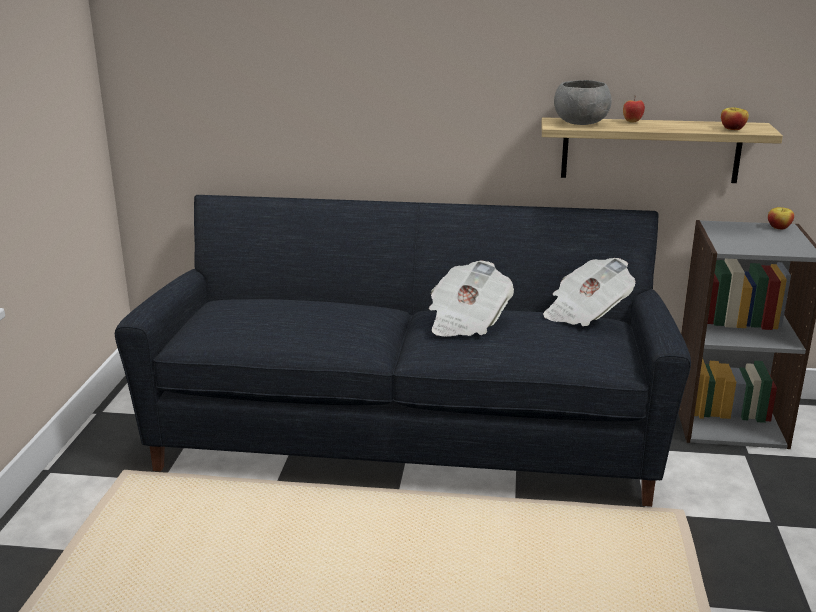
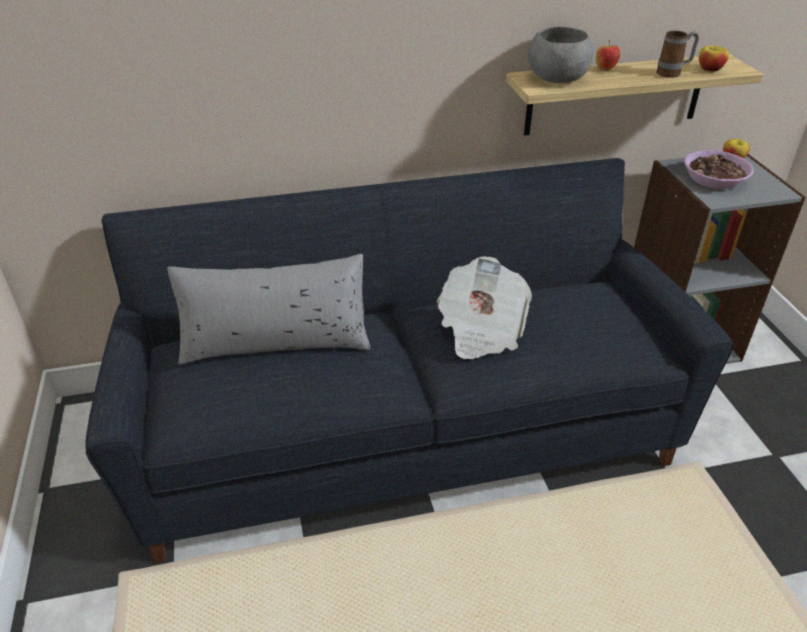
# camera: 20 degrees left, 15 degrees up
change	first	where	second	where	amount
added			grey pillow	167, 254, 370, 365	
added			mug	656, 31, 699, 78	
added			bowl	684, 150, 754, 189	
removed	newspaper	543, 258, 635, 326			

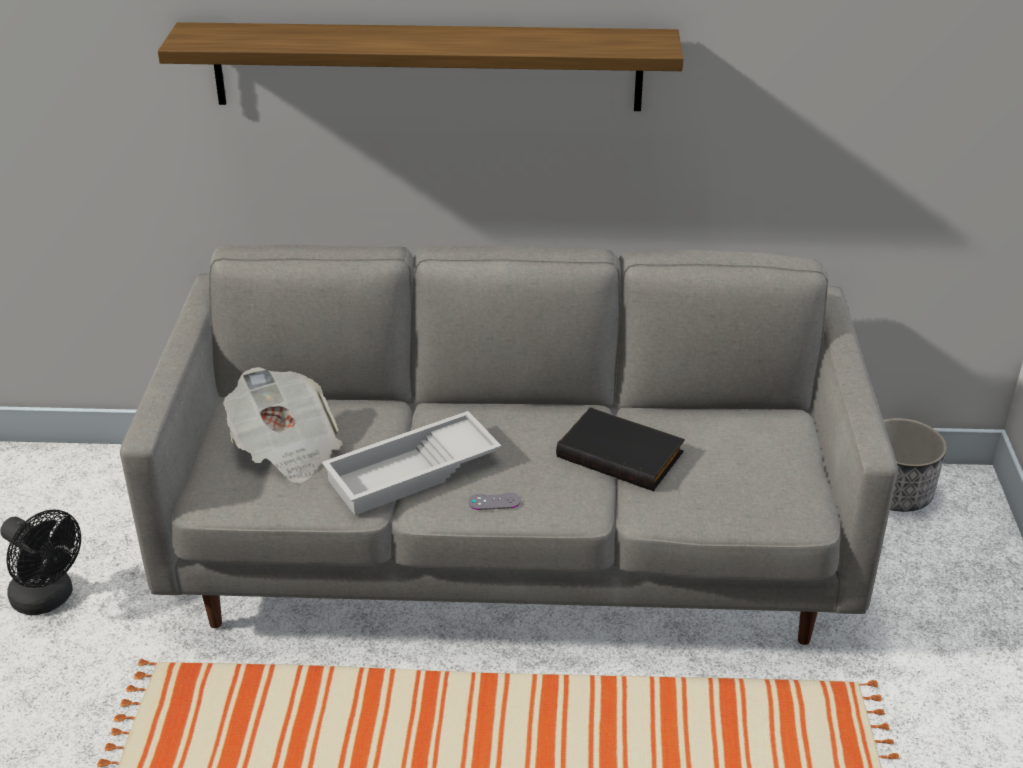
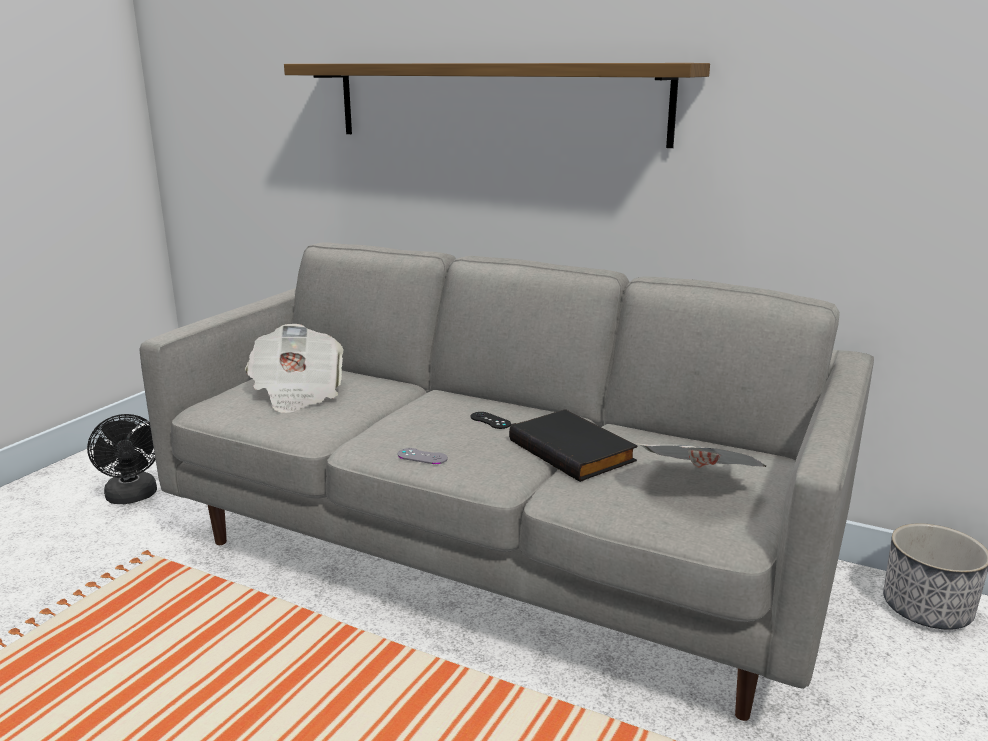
# camera: 25 degrees right, 15 degrees down
change	first	where	second	where	amount
added			black game controller	471, 412, 511, 429	
added			newspaper	635, 443, 766, 468	
removed	white tray	322, 411, 502, 515			

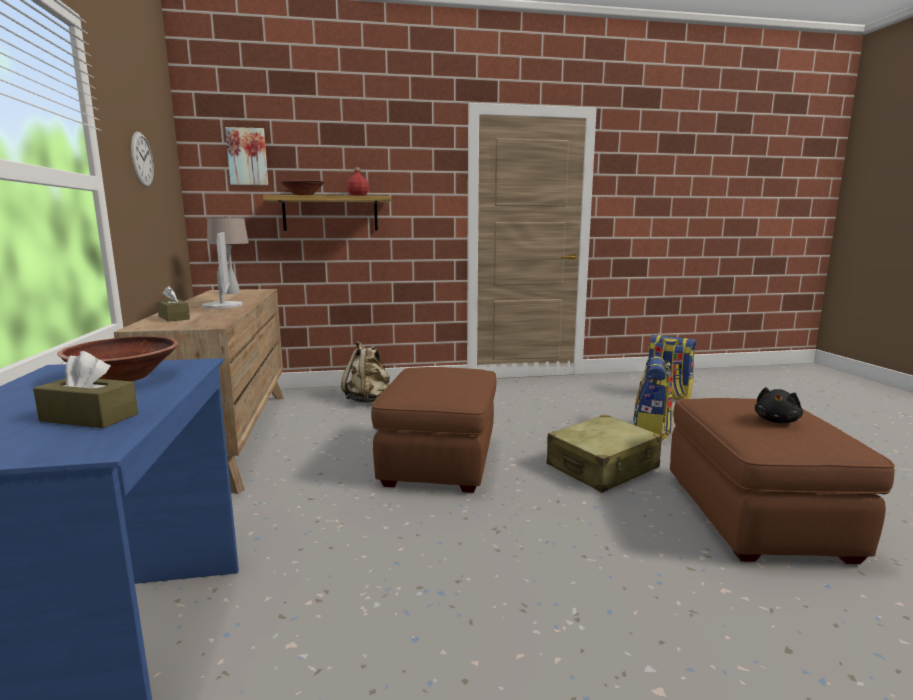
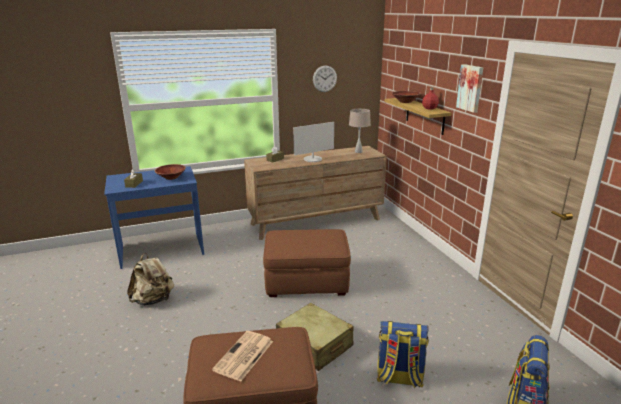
# camera: 80 degrees right, 10 degrees up
change	first	where	second	where	amount
moved	beige backpack	341, 341, 390, 403		127, 253, 174, 305	
replaced	black plush toy	755, 387, 803, 423	newspaper	212, 331, 273, 382	
moved	picture	225, 127, 268, 185		456, 64, 483, 113	

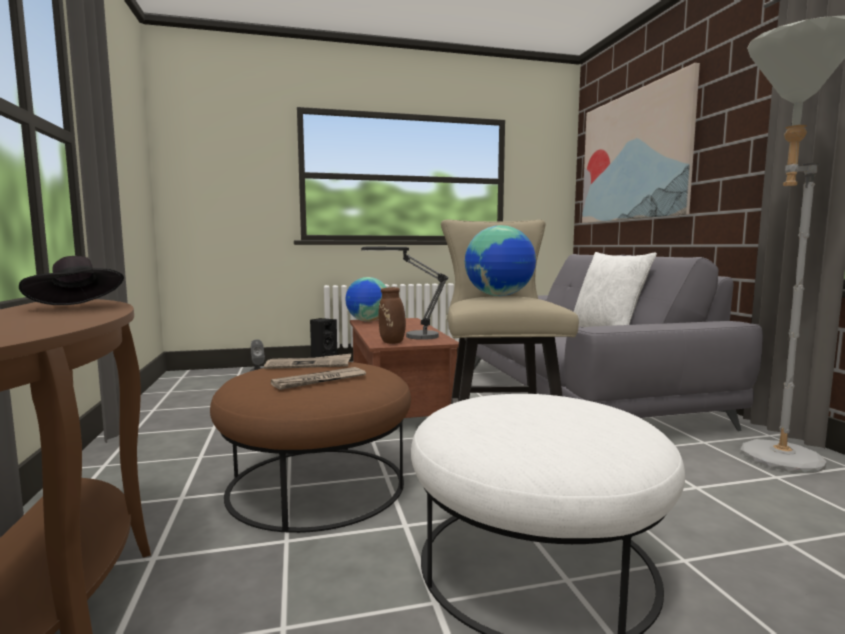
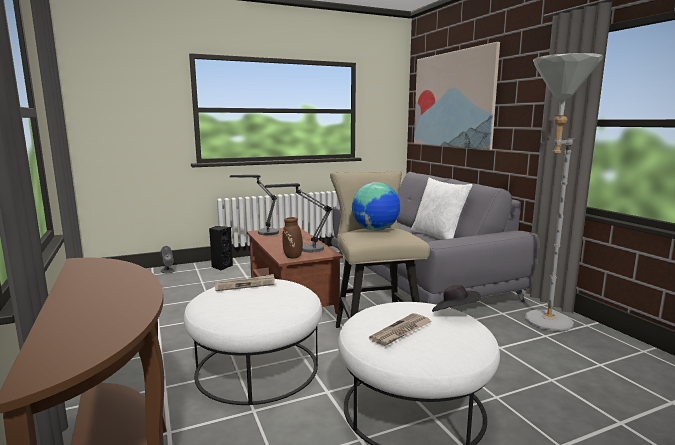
# camera: 10 degrees left, 5 degrees up
change	first	where	second	where	amount
recoloured	brown ottoman	210, 362, 411, 533	white ottoman	184, 279, 322, 405	
replaced	globe	345, 277, 387, 322	table lamp	230, 175, 279, 235	
moved	newspaper	271, 367, 366, 390		369, 313, 432, 346	
moved	black hat	19, 256, 124, 305		432, 285, 481, 312	

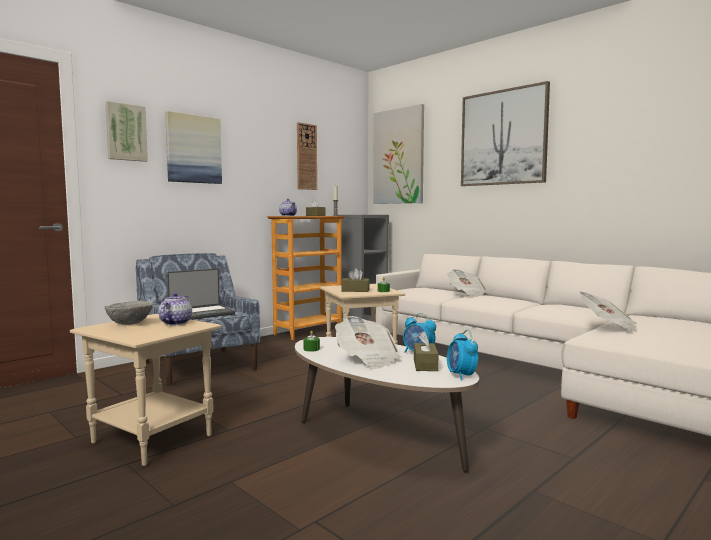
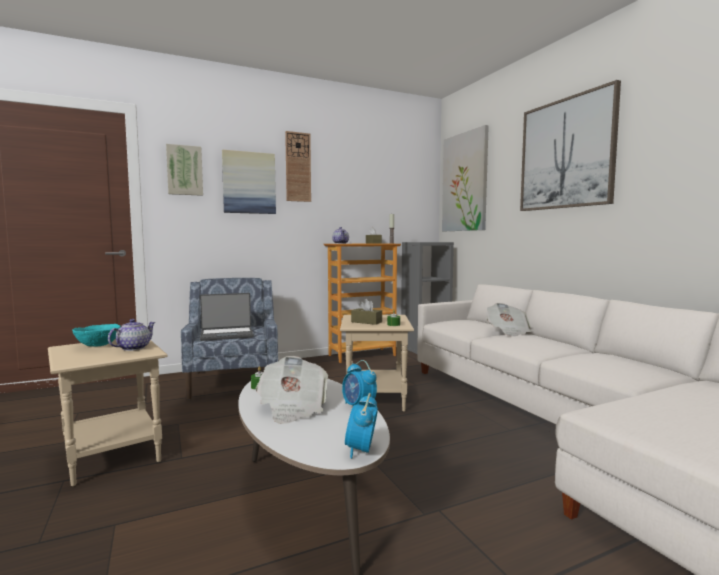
# camera: 20 degrees right, 0 degrees up
change	first	where	second	where	amount
recoloured	grey bowl	104, 301, 153, 325	turquoise bowl	72, 324, 121, 347	
moved	wall clock	297, 122, 317, 190		285, 131, 311, 202	
removed	brown tissue box	414, 332, 438, 371			
removed	newspaper	580, 291, 637, 332			

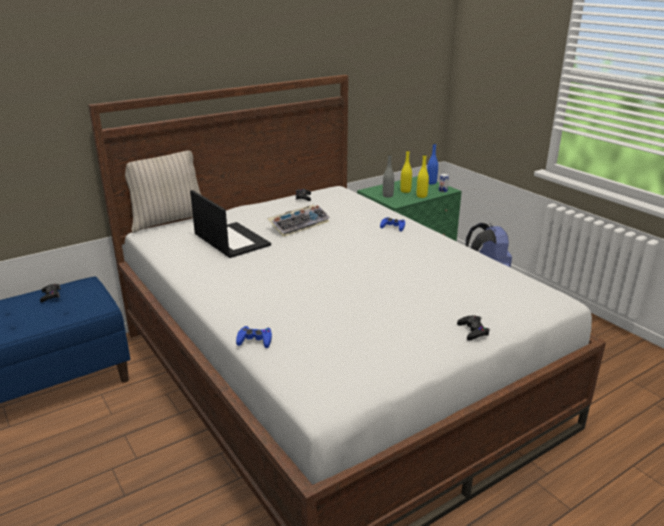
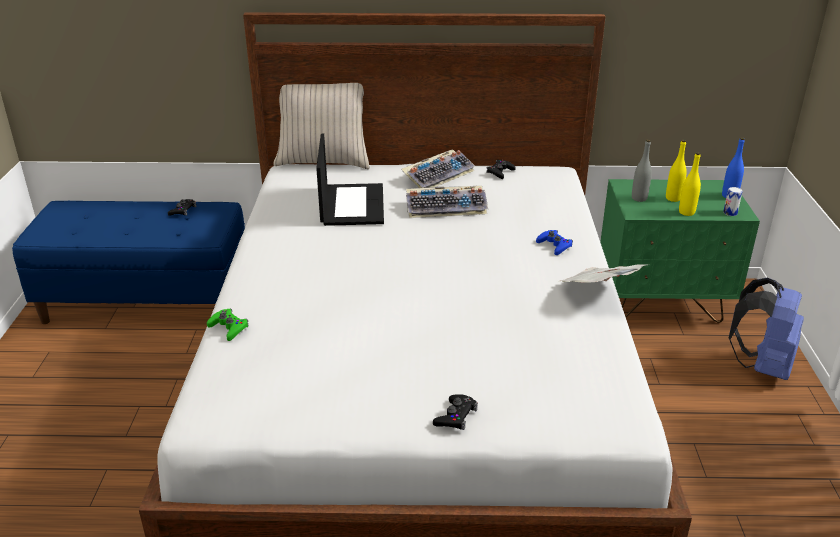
# camera: 35 degrees right, 5 degrees up
change	first	where	second	where	amount
recoloured	blue game controller	236, 326, 272, 348	green game controller	207, 308, 249, 341	
added			keyboard	401, 149, 475, 188	
added			newspaper	560, 264, 650, 283	

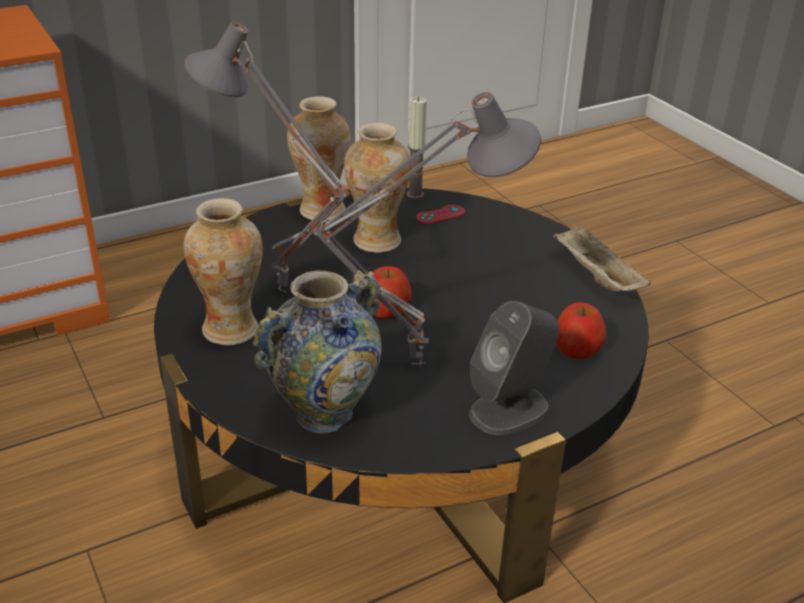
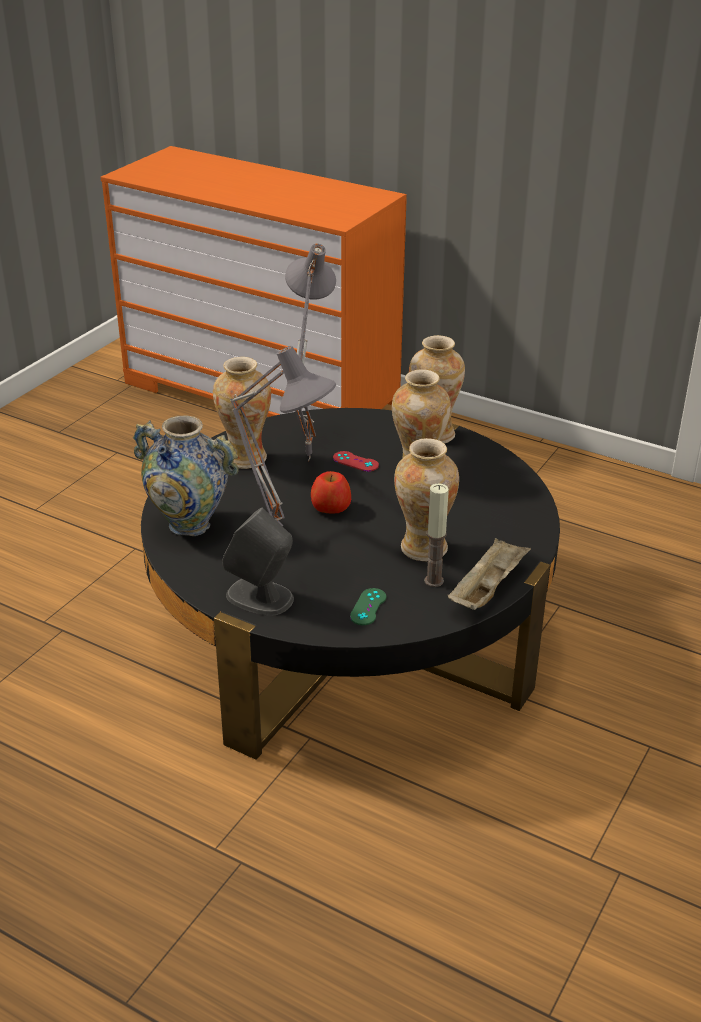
# camera: 60 degrees right, 0 degrees up
change	first	where	second	where	amount
moved	red game controller	416, 205, 465, 224		333, 451, 379, 472	
replaced	apple	556, 302, 607, 359	green game controller	350, 588, 386, 625	
added			vase	394, 438, 459, 561	
moved	candle	407, 97, 427, 199		425, 484, 449, 587	

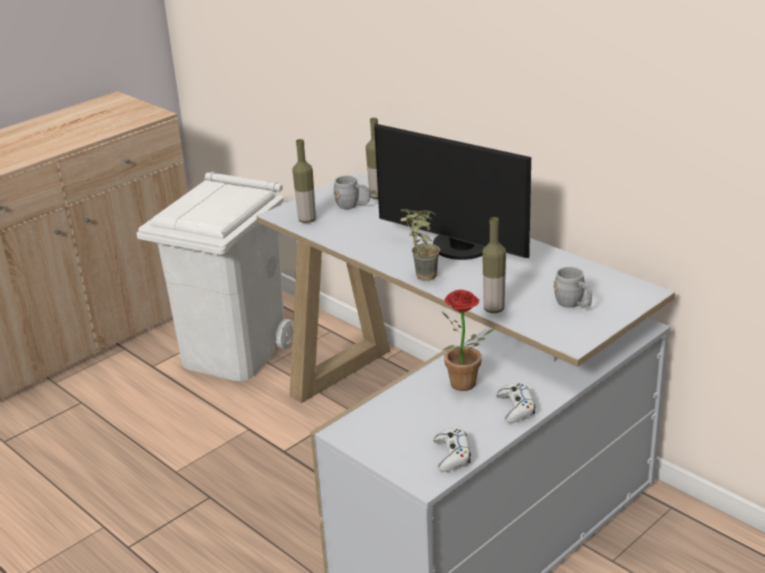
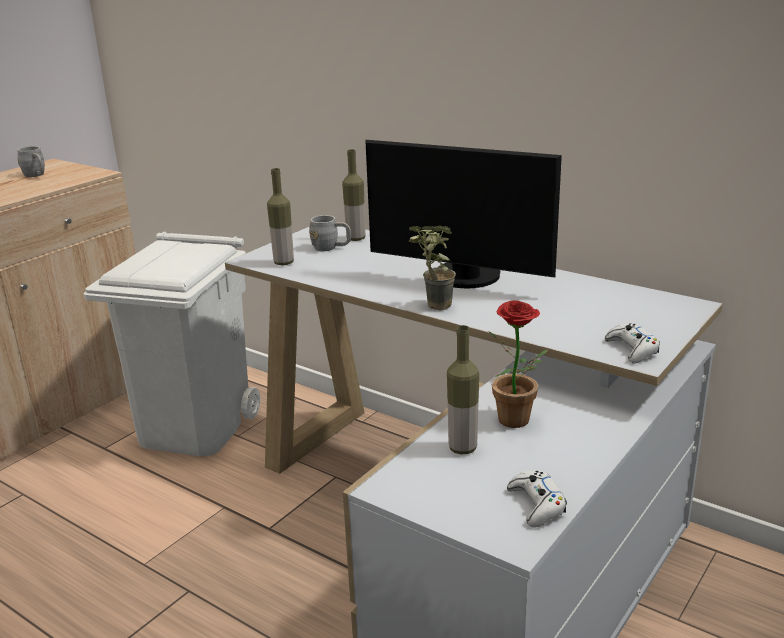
# camera: 10 degrees left, 5 degrees down
change	first	where	second	where	amount
moved	grey mug	554, 267, 592, 308		17, 146, 45, 177	
moved	bottle	482, 217, 506, 313		447, 325, 479, 455	
moved	white game controller	497, 383, 535, 423		605, 323, 660, 364	

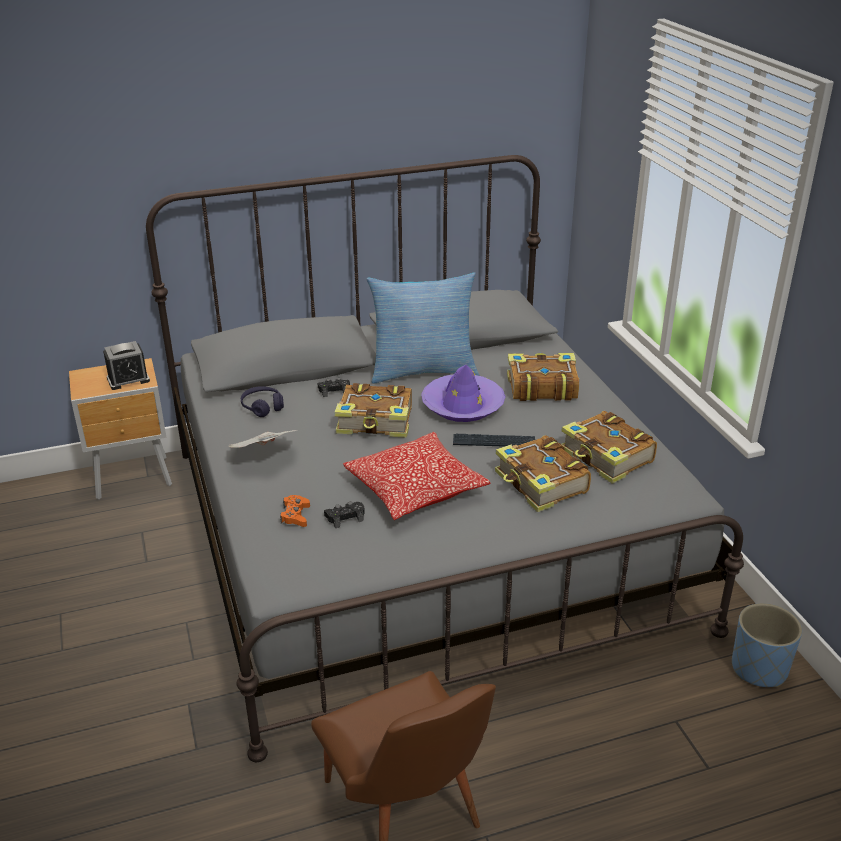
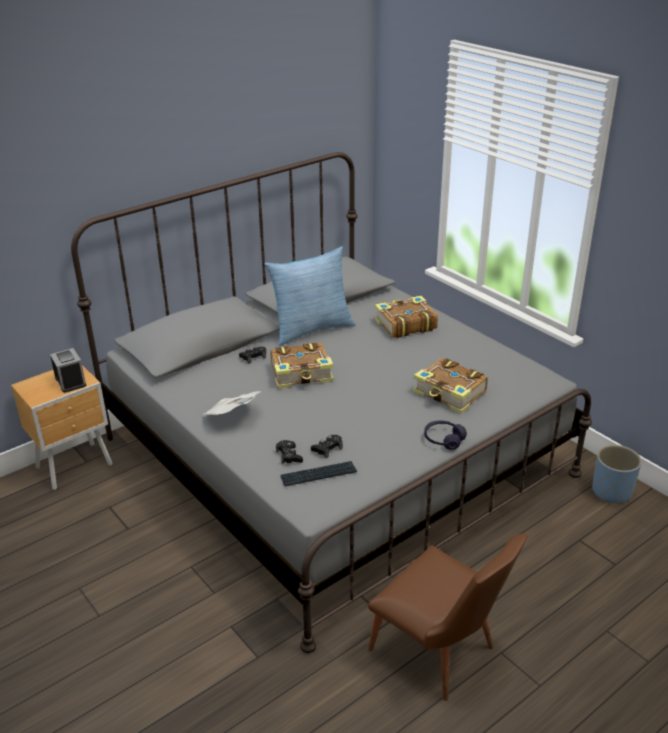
# camera: 20 degrees left, 0 degrees up
change	first	where	second	where	amount
turned	alarm clock	103, 341, 150, 390		50, 348, 86, 393	75 degrees counterclockwise
recoloured	orange game controller	280, 495, 310, 527	black game controller	276, 440, 303, 464	
moved	keyboard	453, 434, 535, 447		280, 461, 357, 486	
moved	purple headphones	241, 386, 284, 417		424, 420, 467, 450	
removed	pillow	343, 432, 491, 520			
removed	purple hat	421, 365, 506, 422			
removed	book	561, 411, 657, 484			

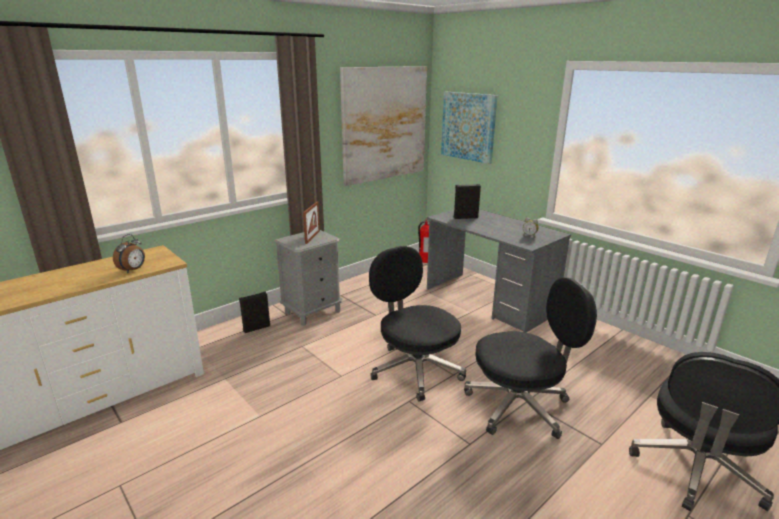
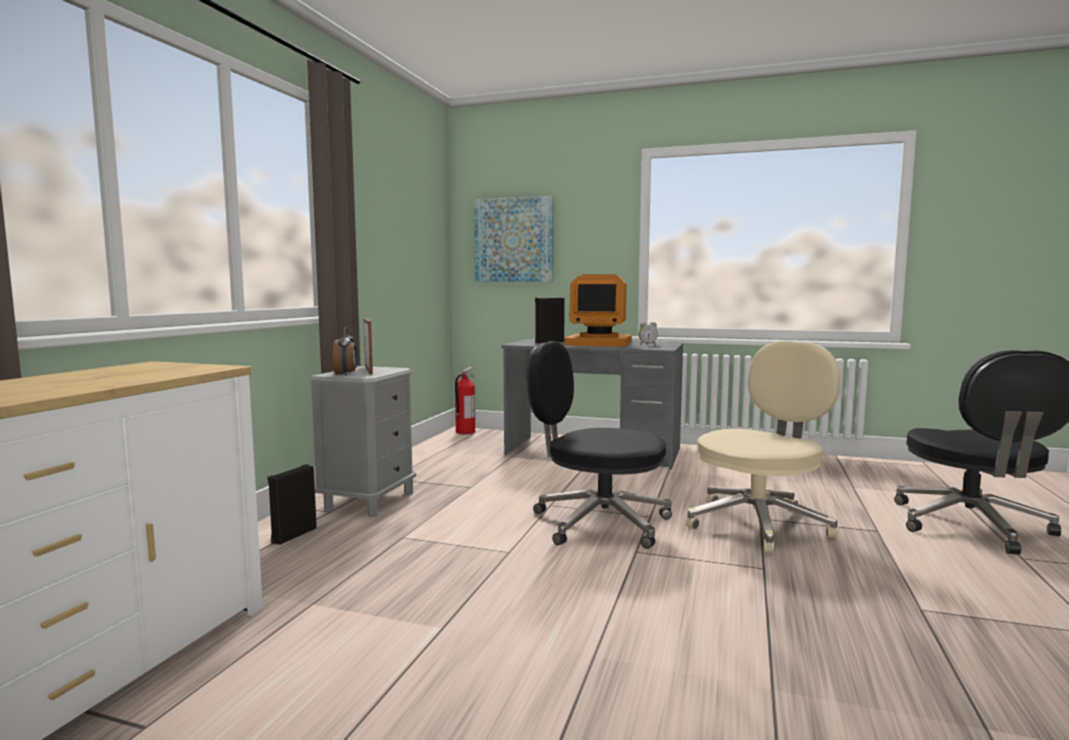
# camera: 30 degrees left, 15 degrees down
change	first	where	second	where	amount
moved	alarm clock	113, 234, 145, 273		333, 327, 357, 376	
added			monitor	565, 274, 632, 347	
recoloured	black office chair	464, 278, 597, 439	beige office chair	685, 341, 841, 554	
removed	picture	340, 66, 427, 186			

